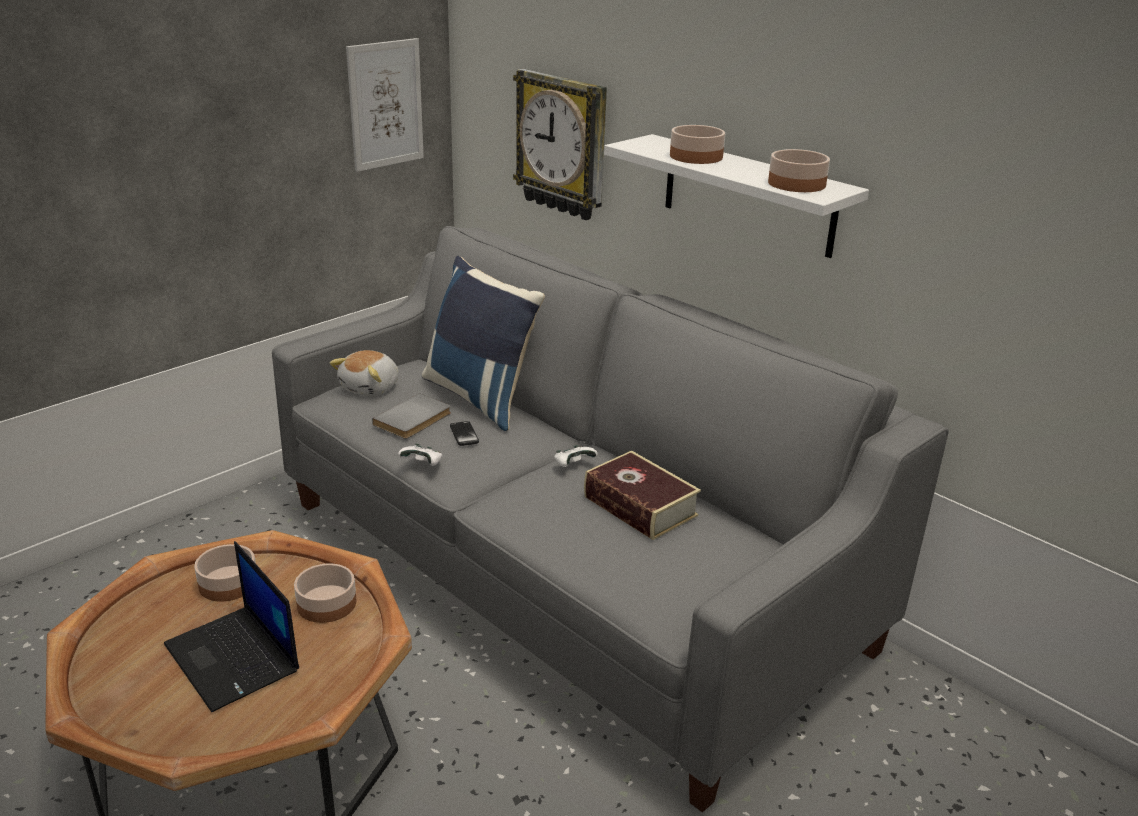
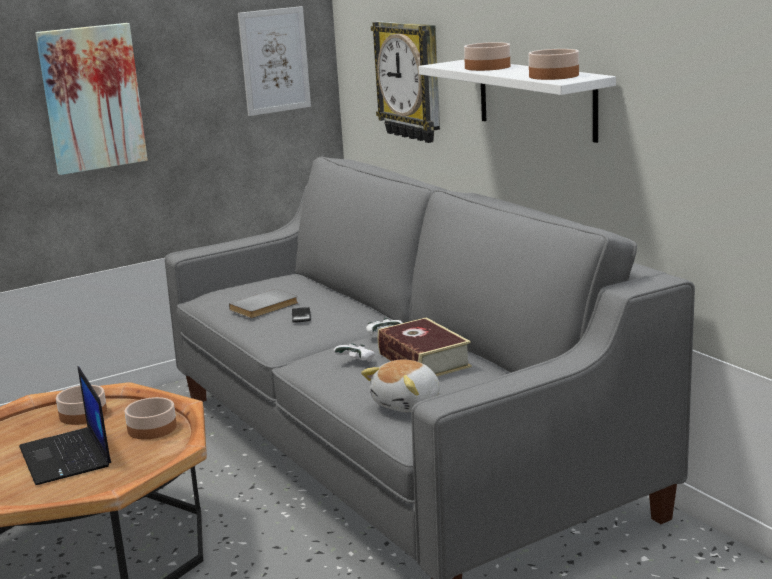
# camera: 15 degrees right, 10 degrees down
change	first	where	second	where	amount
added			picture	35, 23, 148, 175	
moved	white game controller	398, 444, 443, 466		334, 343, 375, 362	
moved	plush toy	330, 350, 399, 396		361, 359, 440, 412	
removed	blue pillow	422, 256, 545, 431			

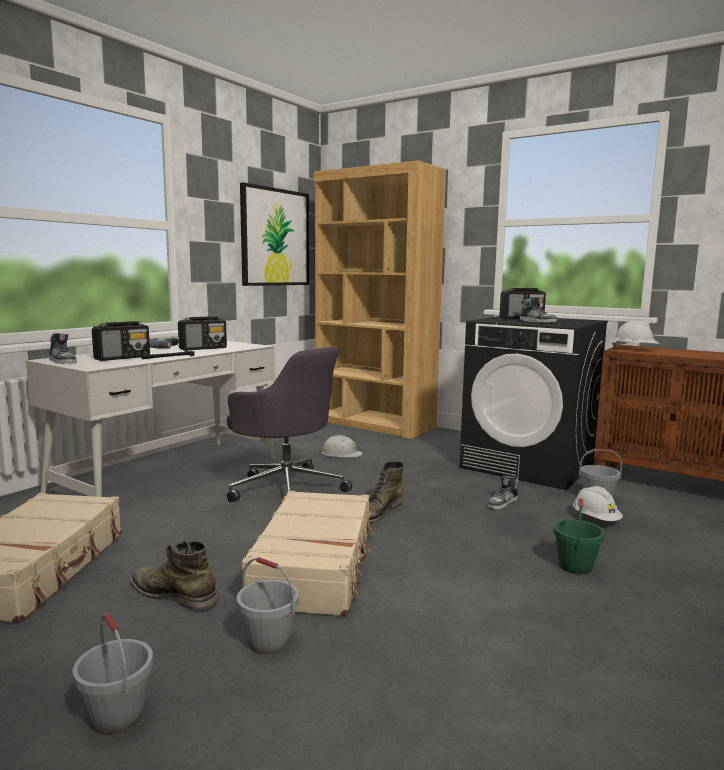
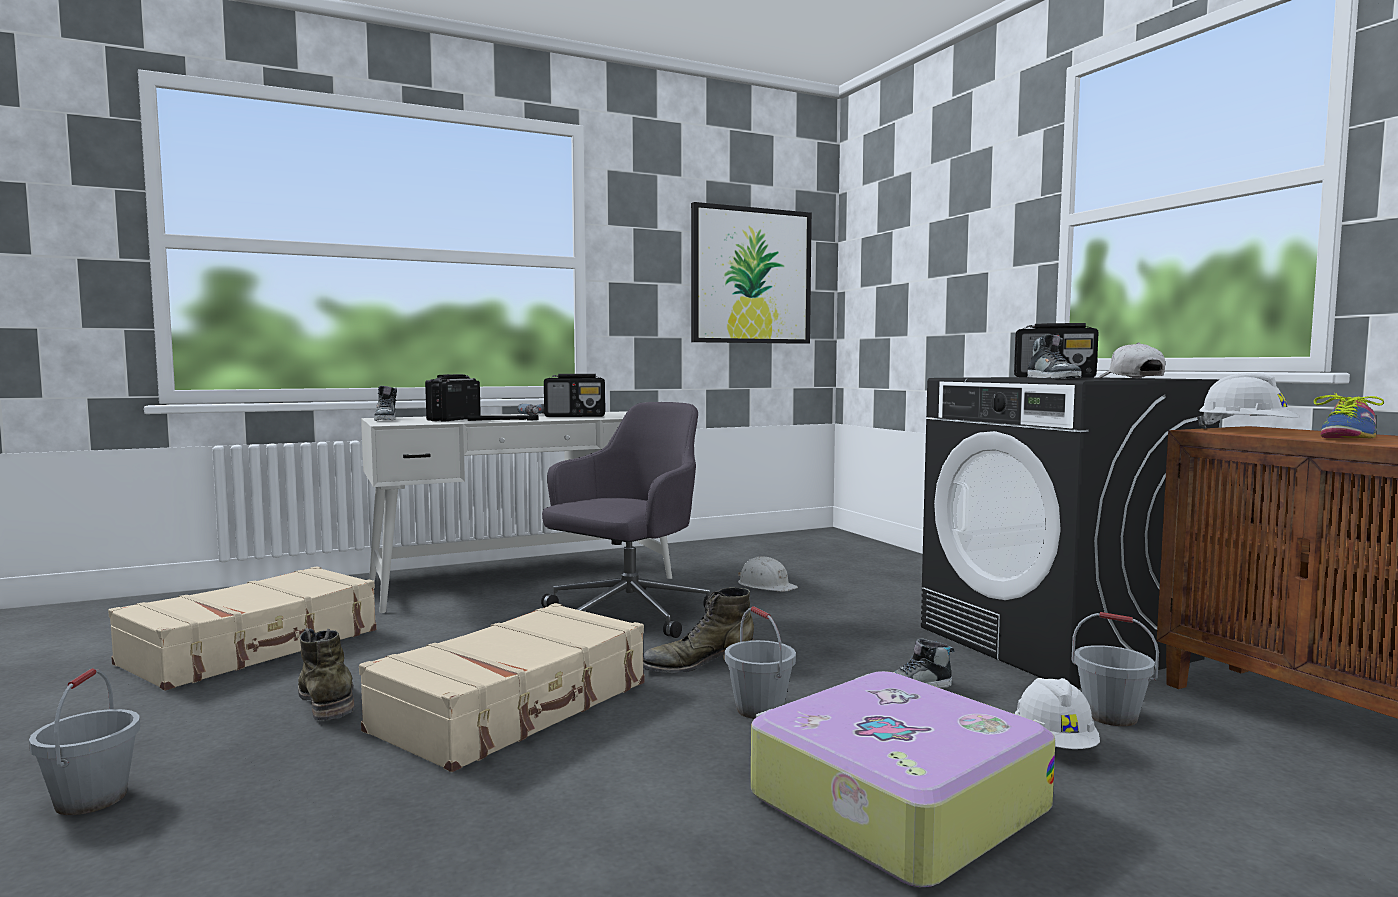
# camera: 30 degrees right, 5 degrees down
change	first	where	second	where	amount
turned	radio	92, 321, 150, 361		425, 374, 481, 422	120 degrees clockwise
turned	grey office chair	227, 346, 352, 502		541, 402, 710, 638	120 degrees counterclockwise
moved	grey bucket	237, 557, 299, 654		725, 606, 796, 719	
replaced	green bucket	553, 498, 605, 575	suitcase	751, 671, 1055, 887	
added			white cap	1099, 342, 1165, 378	
added			shoe	1314, 393, 1384, 438	
removed	brown bookcase	314, 160, 446, 439			

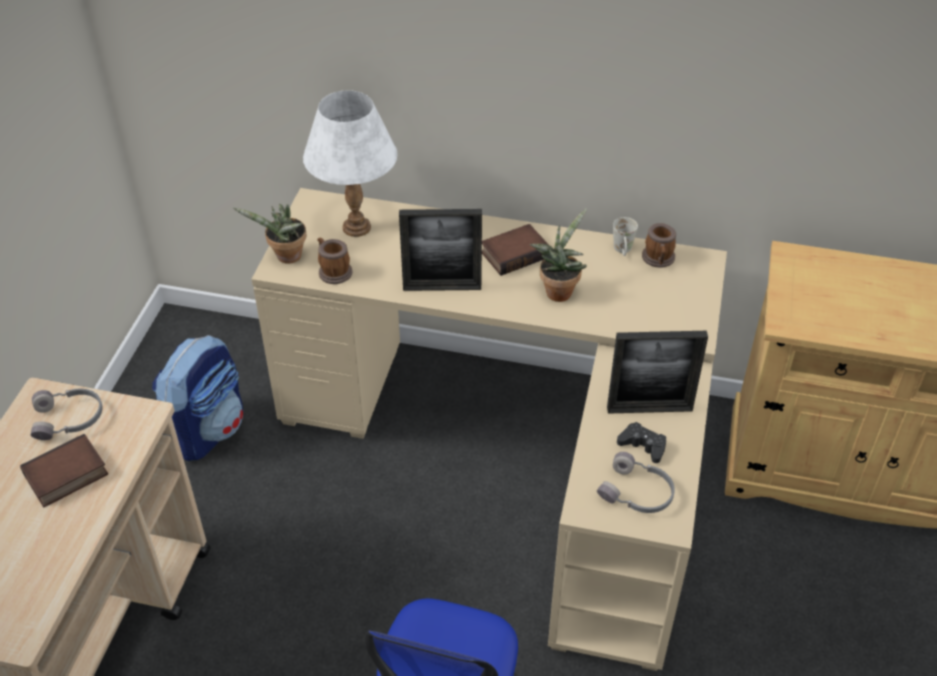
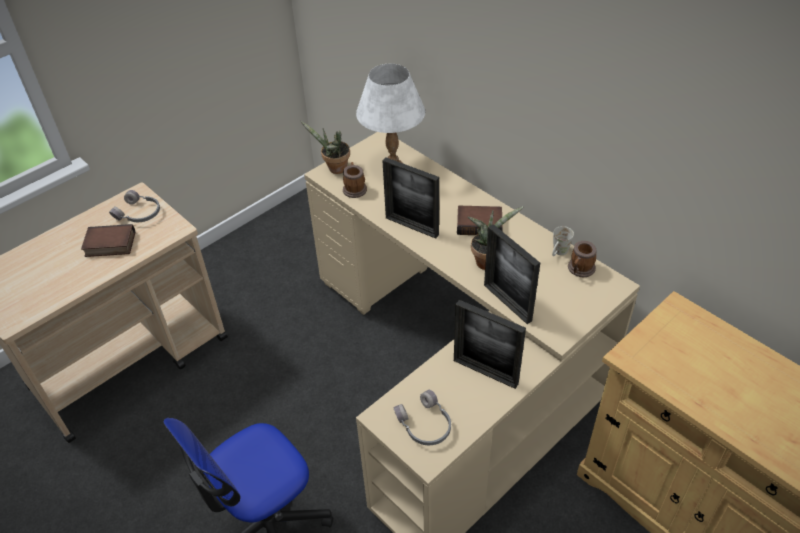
# camera: 35 degrees right, 0 degrees up
change	first	where	second	where	amount
added			picture frame	484, 224, 540, 324	
removed	backpack	152, 335, 243, 461			
removed	black game controller	617, 422, 666, 463			

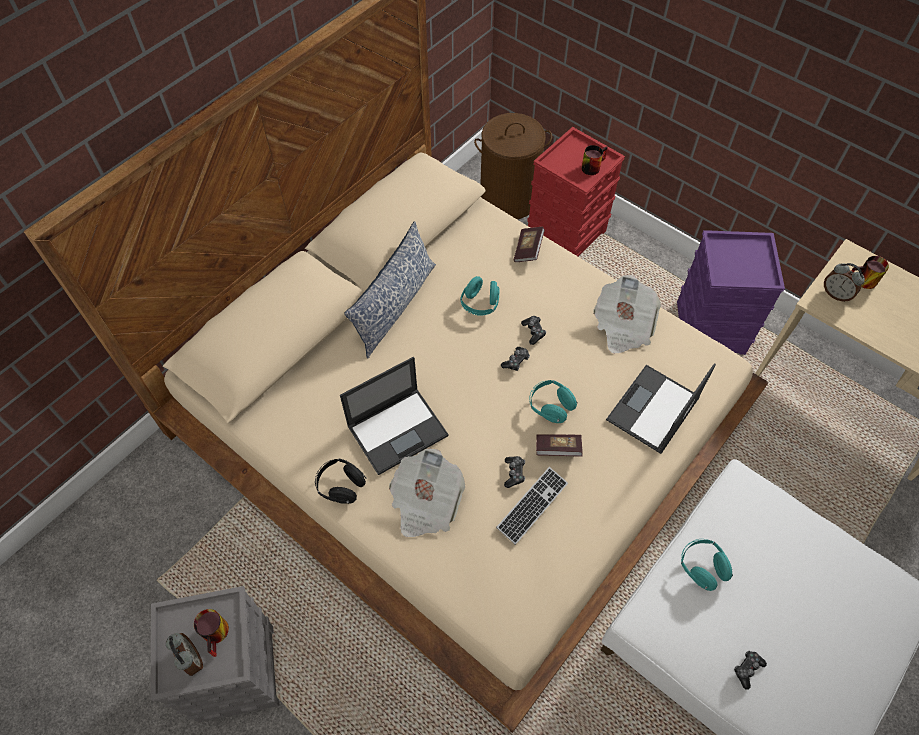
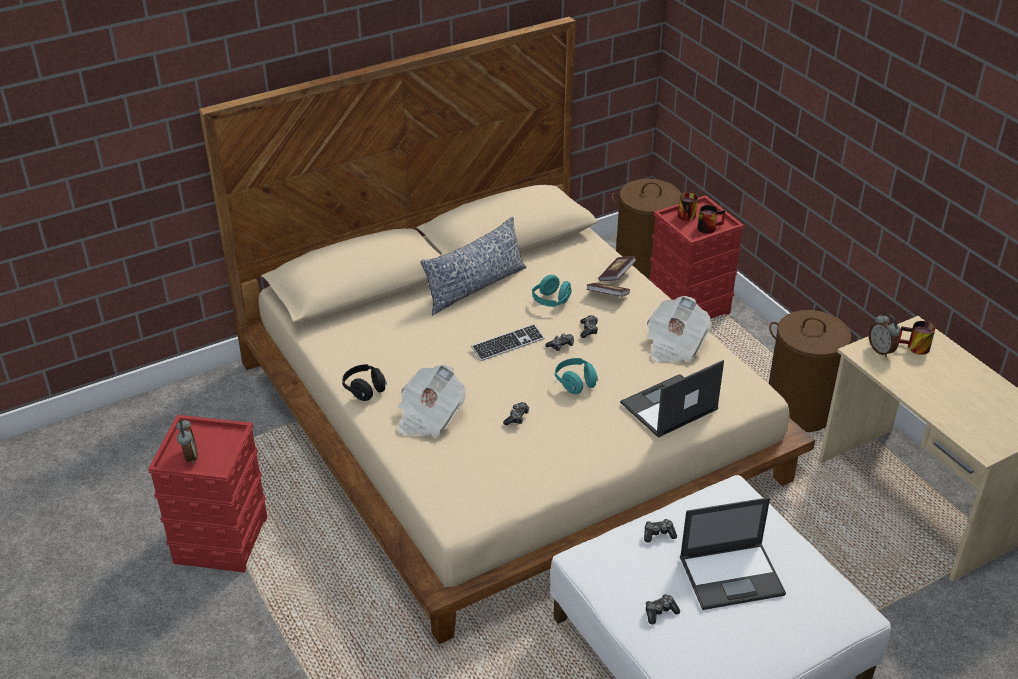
# camera: 20 degrees right, 20 degrees down
change	first	where	second	where	amount
recoloured	grey storage box	150, 586, 279, 722	red storage box	148, 415, 267, 573	
moved	keyboard	496, 467, 568, 545		471, 324, 544, 361	
moved	book	536, 434, 583, 456		586, 283, 630, 297	
replaced	turquoise headphones	681, 539, 733, 591	game controller	644, 519, 677, 543	
moved	mug	194, 609, 229, 657		678, 193, 698, 224	
moved	laptop	340, 357, 449, 475		680, 497, 786, 610	
replaced	purple storage box	677, 230, 785, 355	brown laundry basket	769, 310, 856, 432	

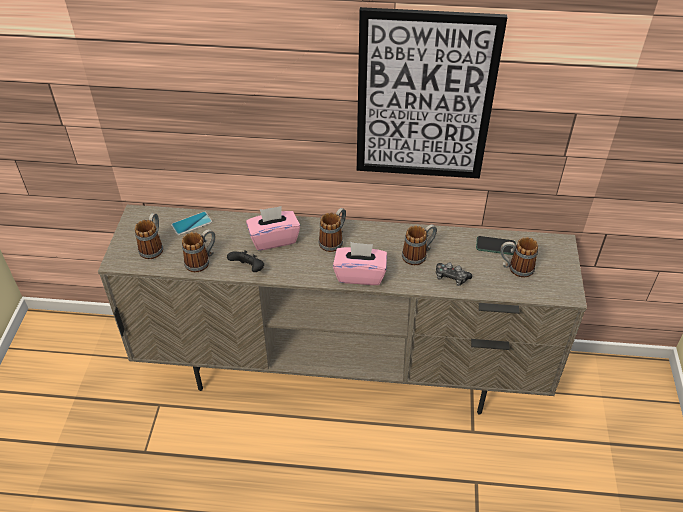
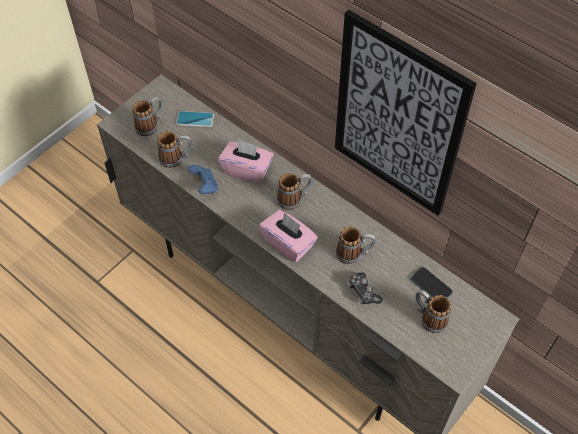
# camera: 35 degrees right, 10 degrees up
change	first	where	second	where	amount
recoloured	black game controller	227, 250, 264, 272	blue game controller	189, 165, 218, 194	

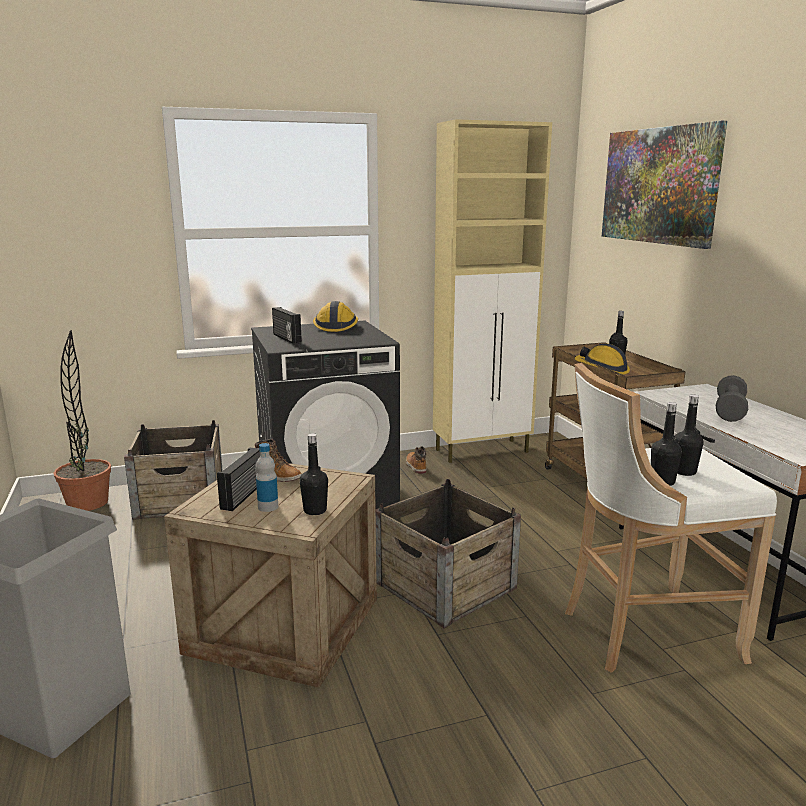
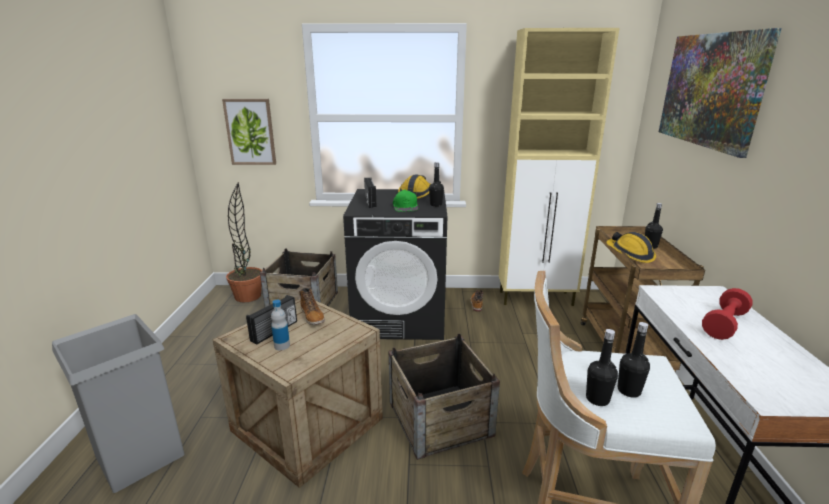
# camera: 20 degrees right, 5 degrees up
change	first	where	second	where	amount
added			picture	222, 99, 276, 165	
added			green cap	393, 190, 418, 212	
moved	black bottle	300, 433, 328, 515		429, 162, 444, 207	
recoloured	grey dumbbell	716, 375, 748, 422	red dumbbell	702, 288, 753, 340	

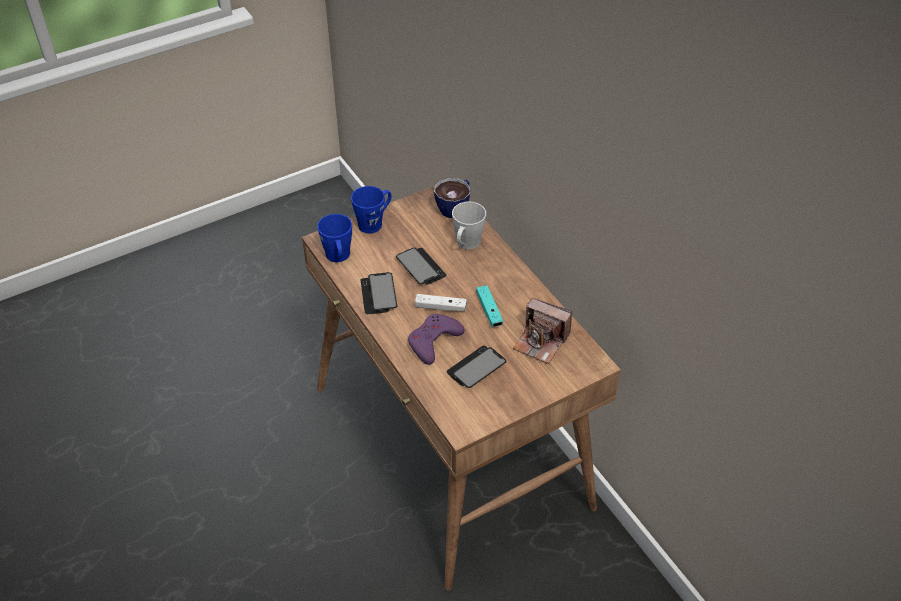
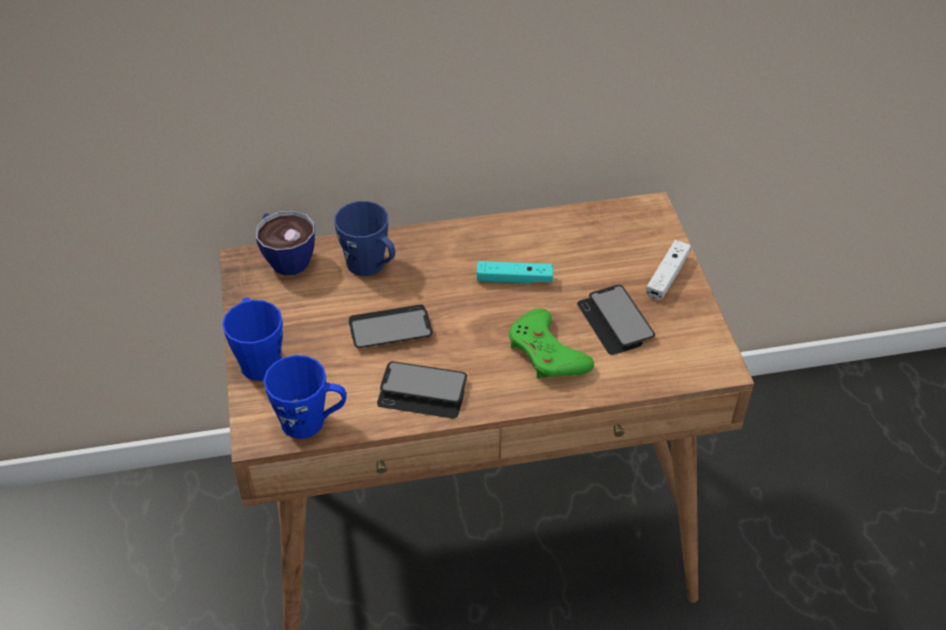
# camera: 70 degrees left, 0 degrees up
change	first	where	second	where	amount
recoloured	grey mug	452, 202, 486, 250	blue mug	334, 201, 395, 276	
recoloured	purple game controller	408, 314, 465, 365	green game controller	509, 308, 594, 379	
moved	white game controller	415, 294, 467, 311		646, 240, 691, 300	
removed	photo camera	513, 298, 572, 364			

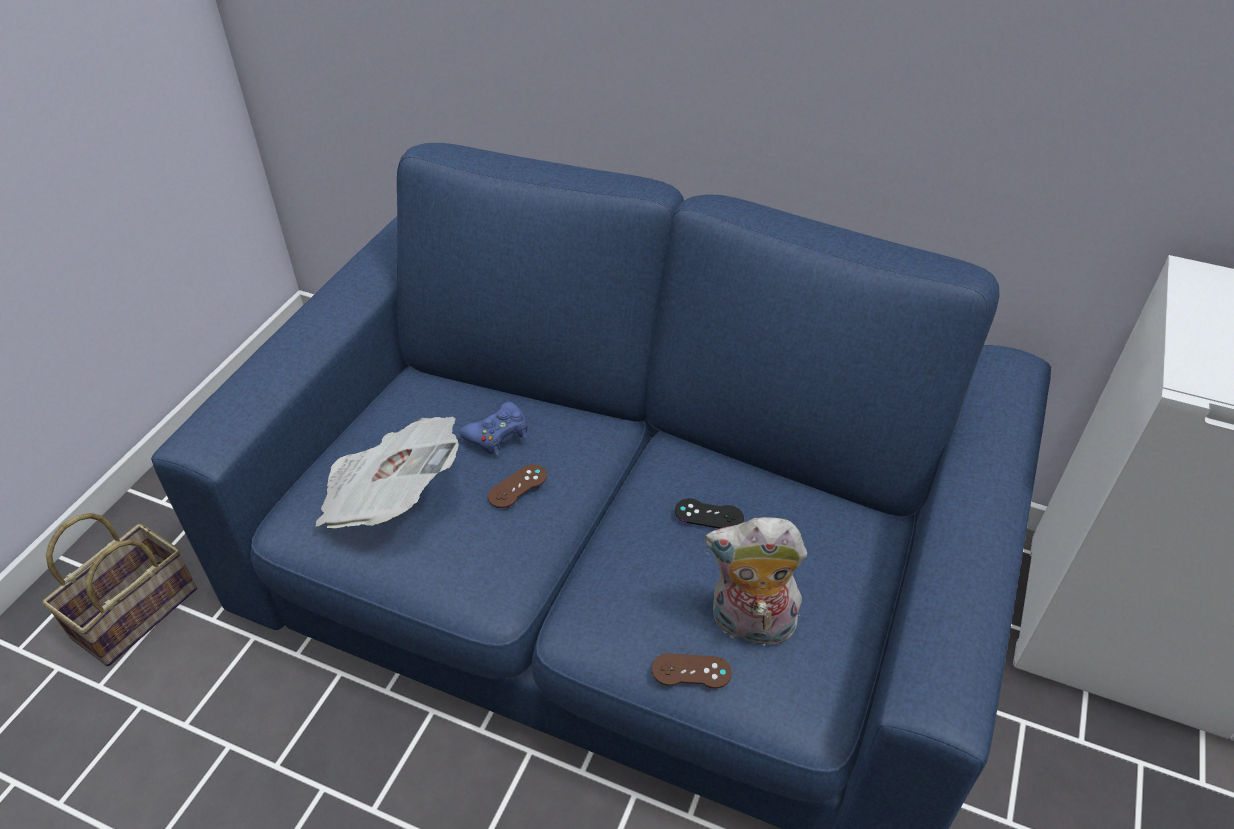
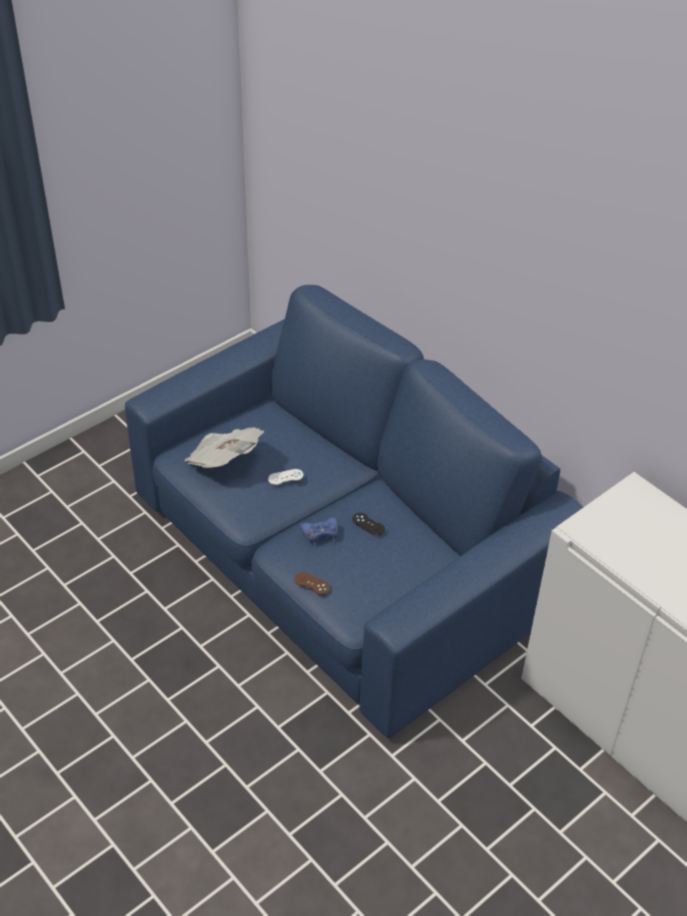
# camera: 25 degrees right, 0 degrees up
change	first	where	second	where	amount
recoloured	brown game controller	488, 464, 547, 508	white game controller	268, 469, 303, 485	
moved	blue game controller	459, 402, 528, 455		300, 518, 338, 545	
removed	basket	42, 513, 197, 666			
removed	plush toy	705, 517, 807, 652			

